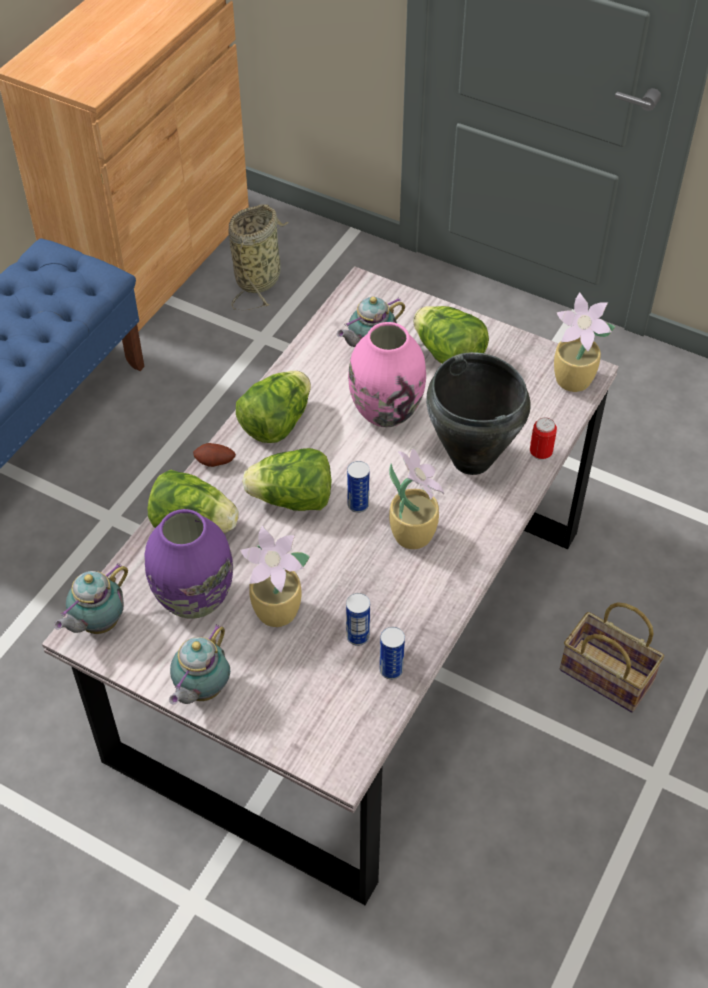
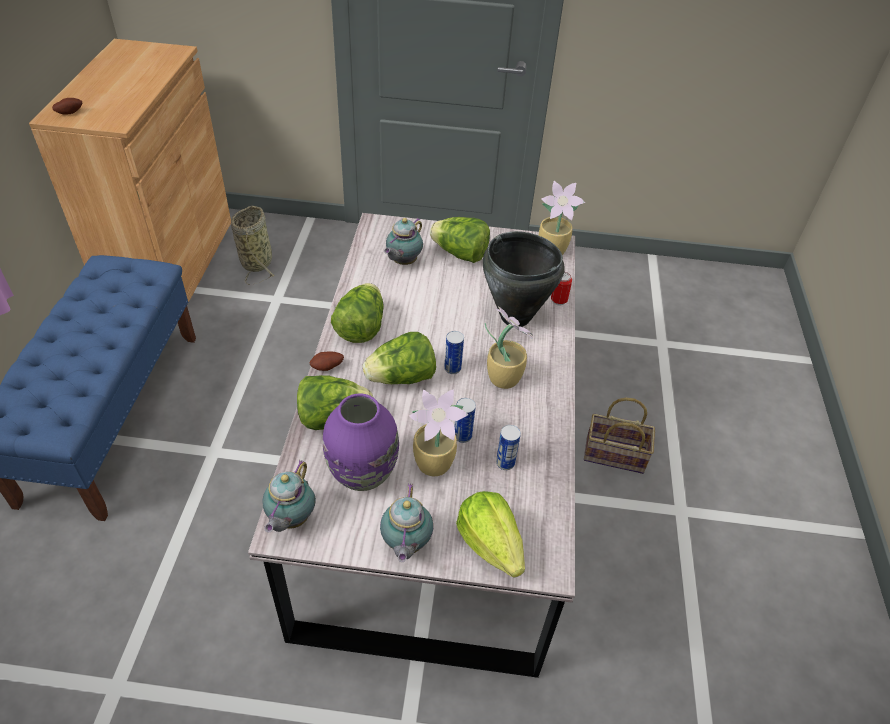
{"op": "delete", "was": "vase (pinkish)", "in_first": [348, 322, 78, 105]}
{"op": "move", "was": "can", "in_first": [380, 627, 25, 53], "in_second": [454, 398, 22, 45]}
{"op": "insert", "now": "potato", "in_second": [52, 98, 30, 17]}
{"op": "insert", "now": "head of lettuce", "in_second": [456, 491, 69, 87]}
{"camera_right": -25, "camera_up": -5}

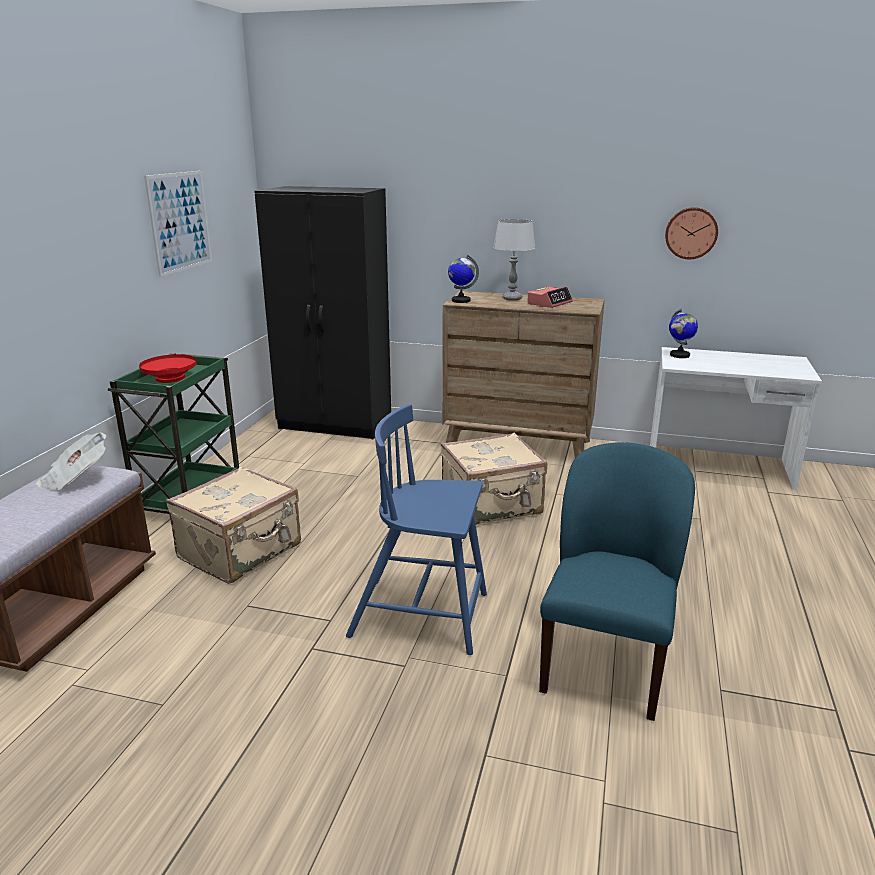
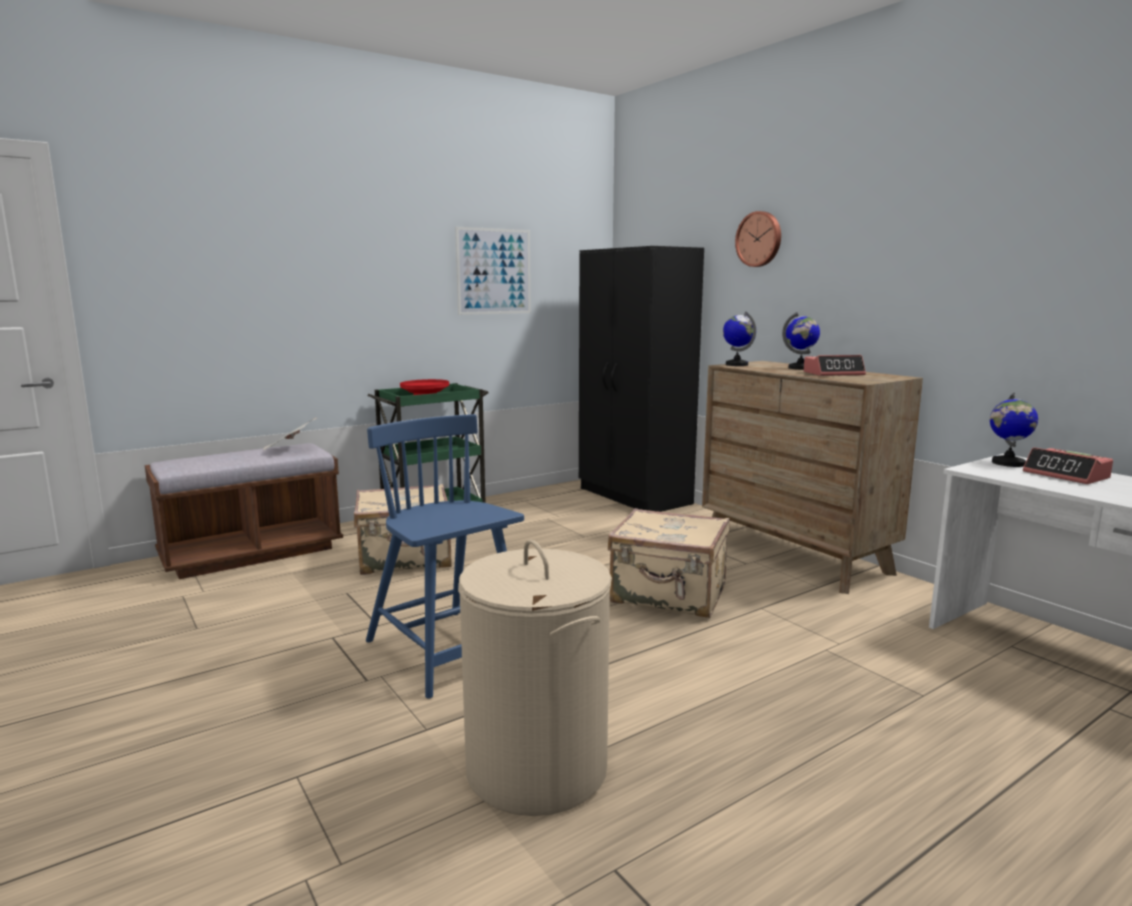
{"op": "replace", "was": "table lamp (gray)", "now": "desk globe", "in_first": [493, 219, 43, 82], "in_second": [782, 312, 38, 58]}
{"op": "replace", "was": "chair (blue)", "now": "laundry basket (sand-coloured)", "in_first": [539, 442, 156, 279], "in_second": [458, 539, 154, 277]}
{"op": "move", "was": "wall clock", "in_first": [665, 207, 53, 52], "in_second": [735, 211, 46, 56]}
{"op": "insert", "now": "bedside clock", "in_second": [1023, 447, 90, 37]}
{"camera_right": 40, "camera_up": -10}

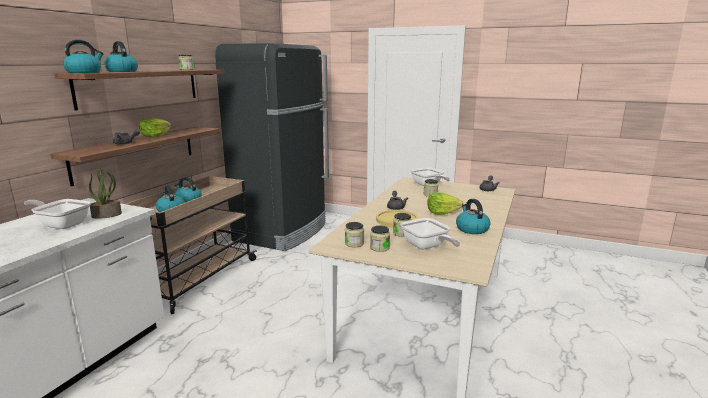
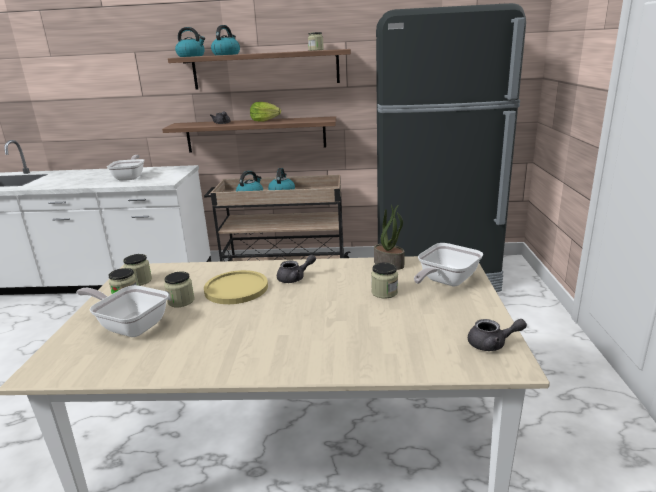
{"op": "move", "was": "houseplant", "in_first": [89, 167, 33, 52], "in_second": [374, 205, 31, 65]}
{"op": "rotate", "was": "frying pan", "in_first": [400, 218, 60, 32], "in_second": [76, 285, 93, 52], "clockwise": 75}
{"op": "delete", "was": "head of lettuce", "in_first": [427, 192, 36, 23]}
{"op": "delete", "was": "tea kettle", "in_first": [456, 199, 35, 35]}
{"camera_right": 70, "camera_up": 5}

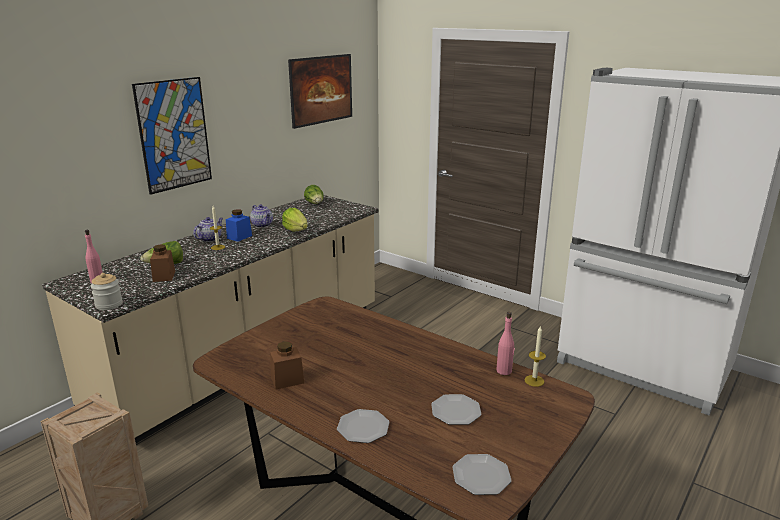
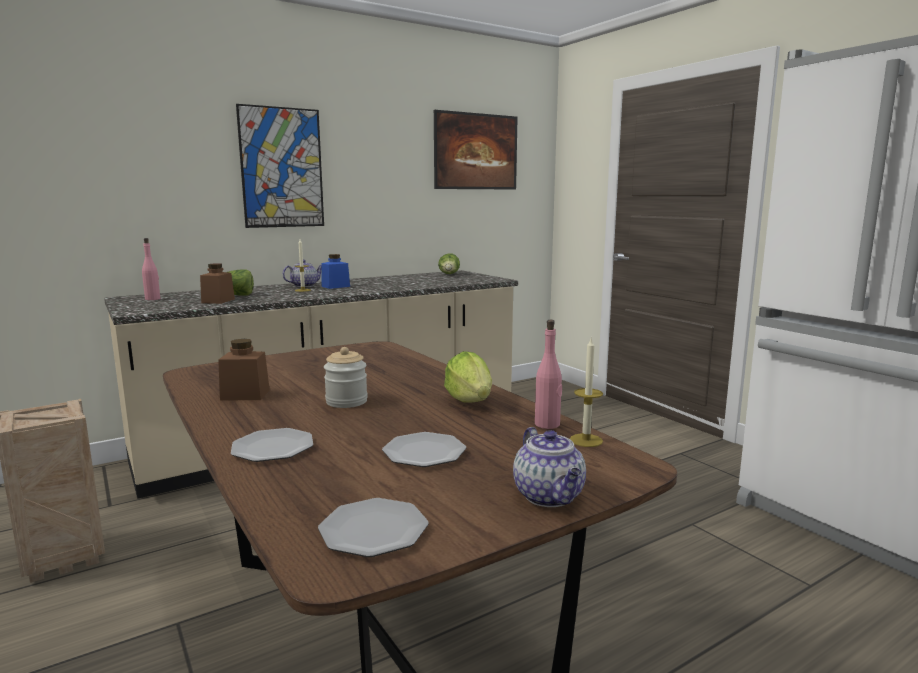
{"op": "move", "was": "storage jar", "in_first": [91, 273, 31, 37], "in_second": [324, 347, 44, 61]}
{"op": "move", "was": "pot for tea", "in_first": [250, 204, 23, 24], "in_second": [513, 427, 73, 80]}
{"op": "move", "was": "head of lettuce", "in_first": [282, 208, 26, 23], "in_second": [444, 351, 48, 52]}
{"camera_right": 20, "camera_up": -10}

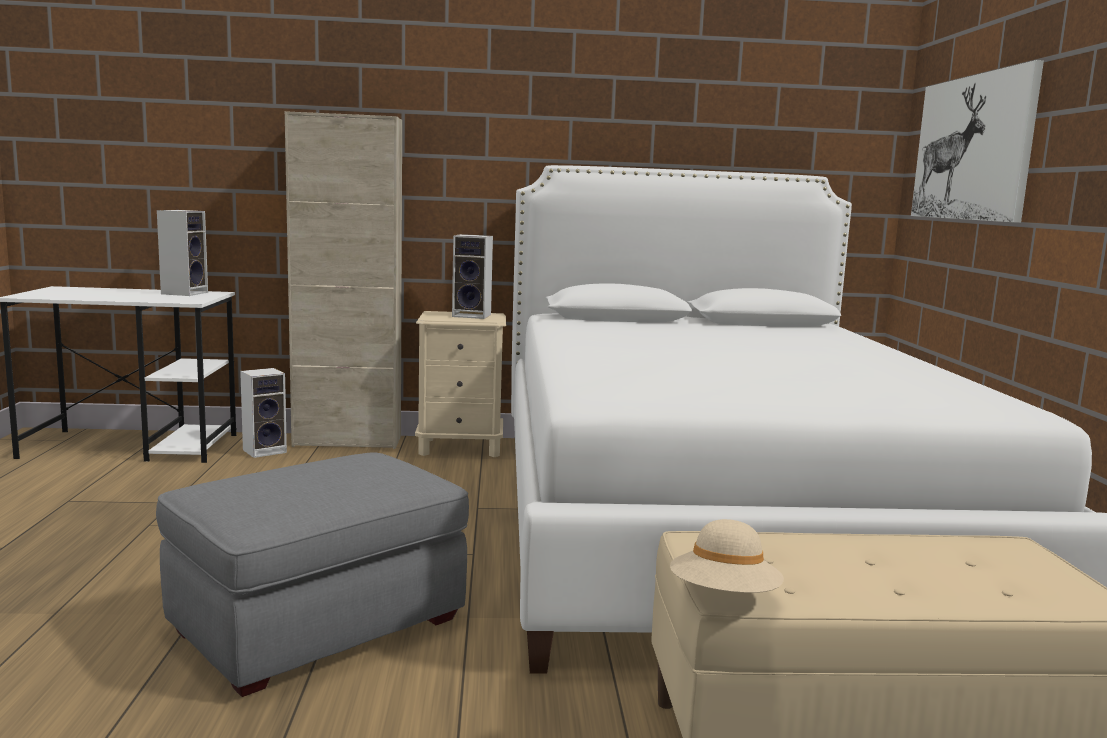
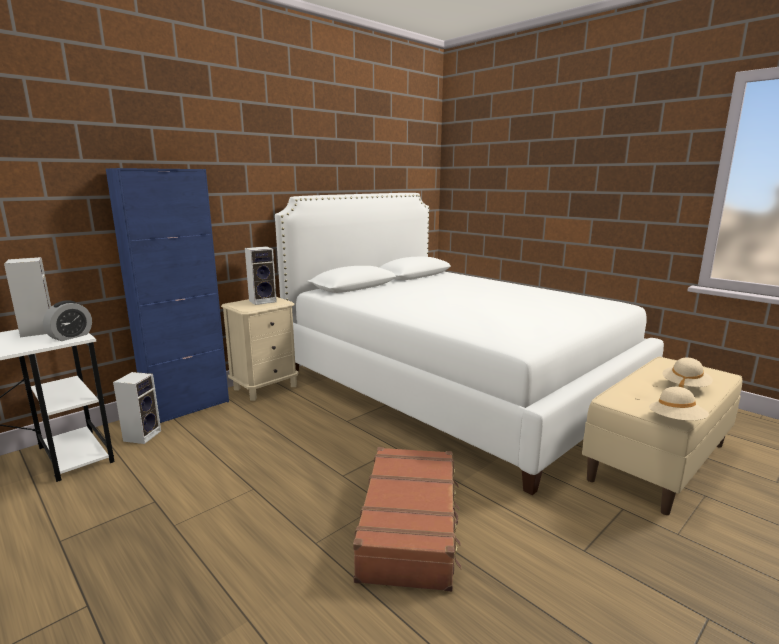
{"op": "replace", "was": "ottoman (gray)", "now": "piece of luggage (brown-coloured)", "in_first": [156, 452, 313, 245], "in_second": [353, 447, 108, 145]}
{"op": "recolor", "was": "cabinet (sand-coloured)", "now": "cabinet (blue)", "in_first": [285, 111, 117, 338], "in_second": [106, 168, 123, 255]}
{"op": "delete", "was": "wall art", "in_first": [911, 60, 133, 163]}
{"op": "insert", "now": "bedside clock", "in_second": [43, 300, 49, 41]}
{"op": "insert", "now": "hat (sand-coloured)", "in_second": [663, 357, 50, 30]}
{"camera_right": -40, "camera_up": 5}

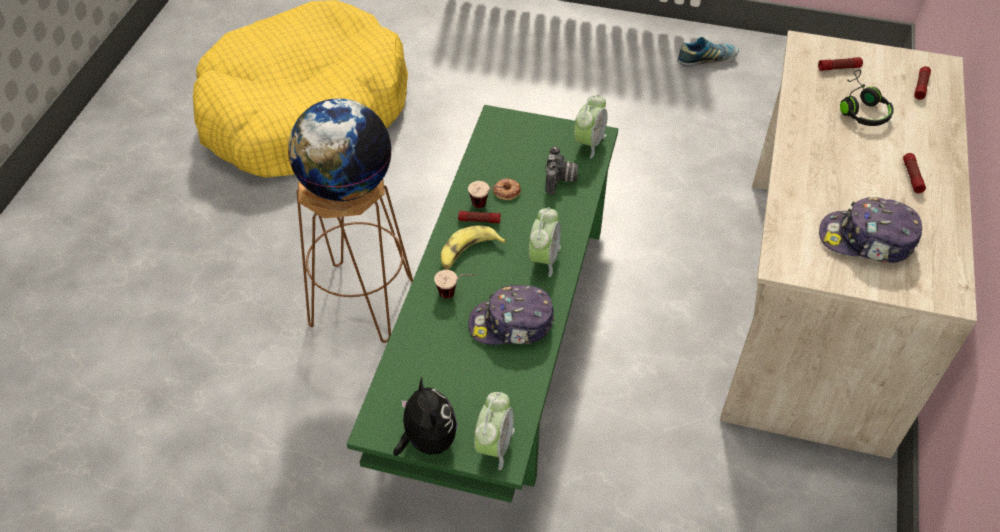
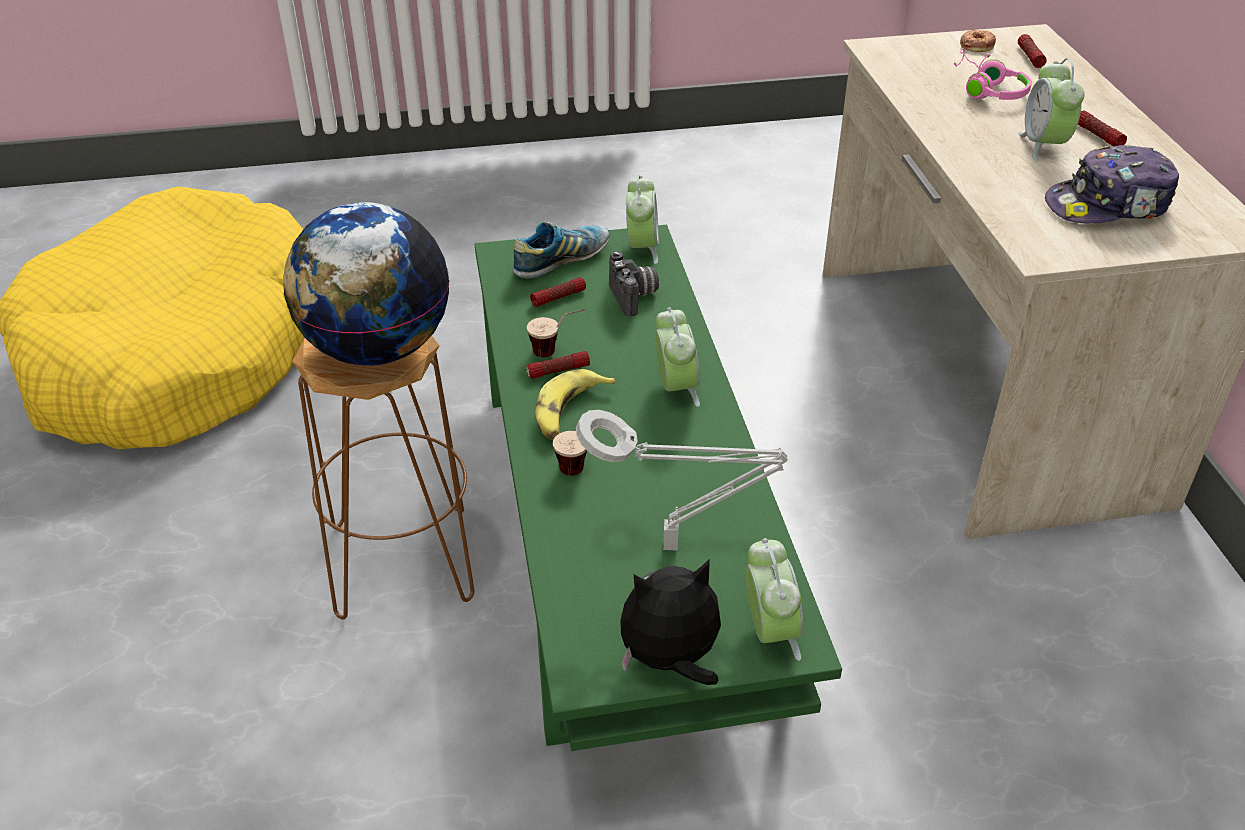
{"op": "rotate", "was": "cuddly toy", "in_first": [393, 378, 64, 78], "in_second": [620, 559, 101, 126], "clockwise": -60}
{"op": "delete", "was": "peaked cap", "in_first": [469, 285, 86, 60]}
{"op": "move", "was": "ring doughnut", "in_first": [493, 178, 28, 22], "in_second": [960, 29, 36, 23]}
{"op": "move", "was": "item of footwear", "in_first": [677, 37, 62, 29], "in_second": [512, 221, 97, 58]}
{"op": "move", "was": "hand torch", "in_first": [818, 57, 45, 14], "in_second": [530, 277, 56, 30]}
{"op": "recolor", "was": "headphones (black)", "now": "headphones (pinkish)", "in_first": [840, 70, 54, 56], "in_second": [954, 48, 78, 52]}
{"op": "insert", "now": "table lamp (gray)", "in_second": [576, 410, 211, 141]}
{"op": "insert", "now": "bedside clock", "in_second": [1019, 58, 65, 104]}
{"camera_right": -25, "camera_up": -10}

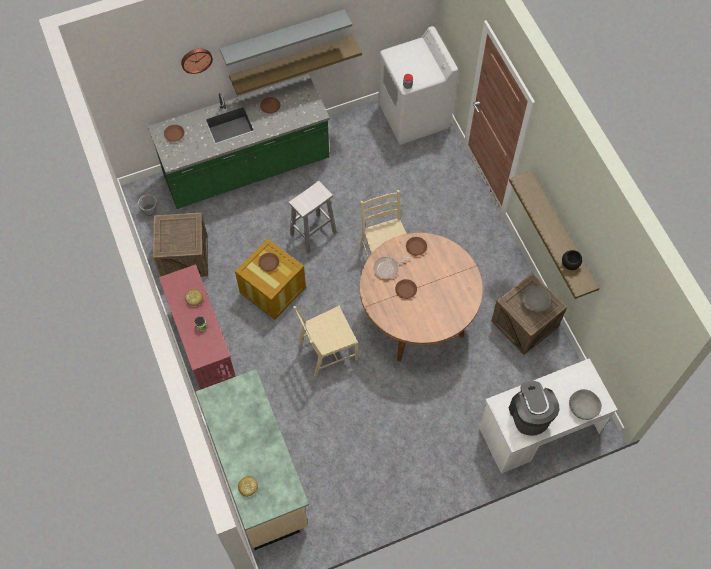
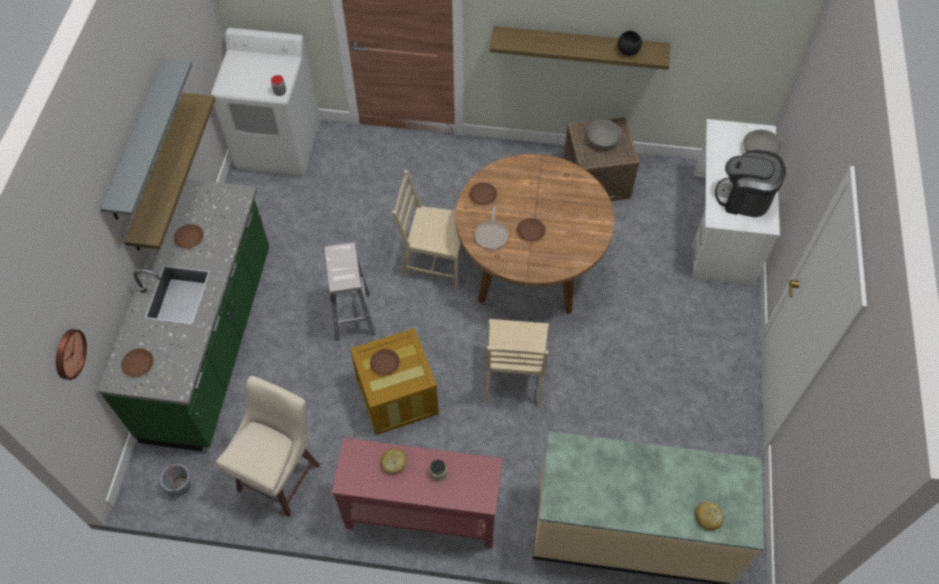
{"op": "replace", "was": "crate", "now": "stool (sand-coloured)", "in_first": [153, 213, 55, 64], "in_second": [216, 376, 104, 141]}
{"op": "move", "was": "wall clock", "in_first": [181, 49, 32, 25], "in_second": [56, 329, 31, 51]}
{"camera_right": -60, "camera_up": -5}

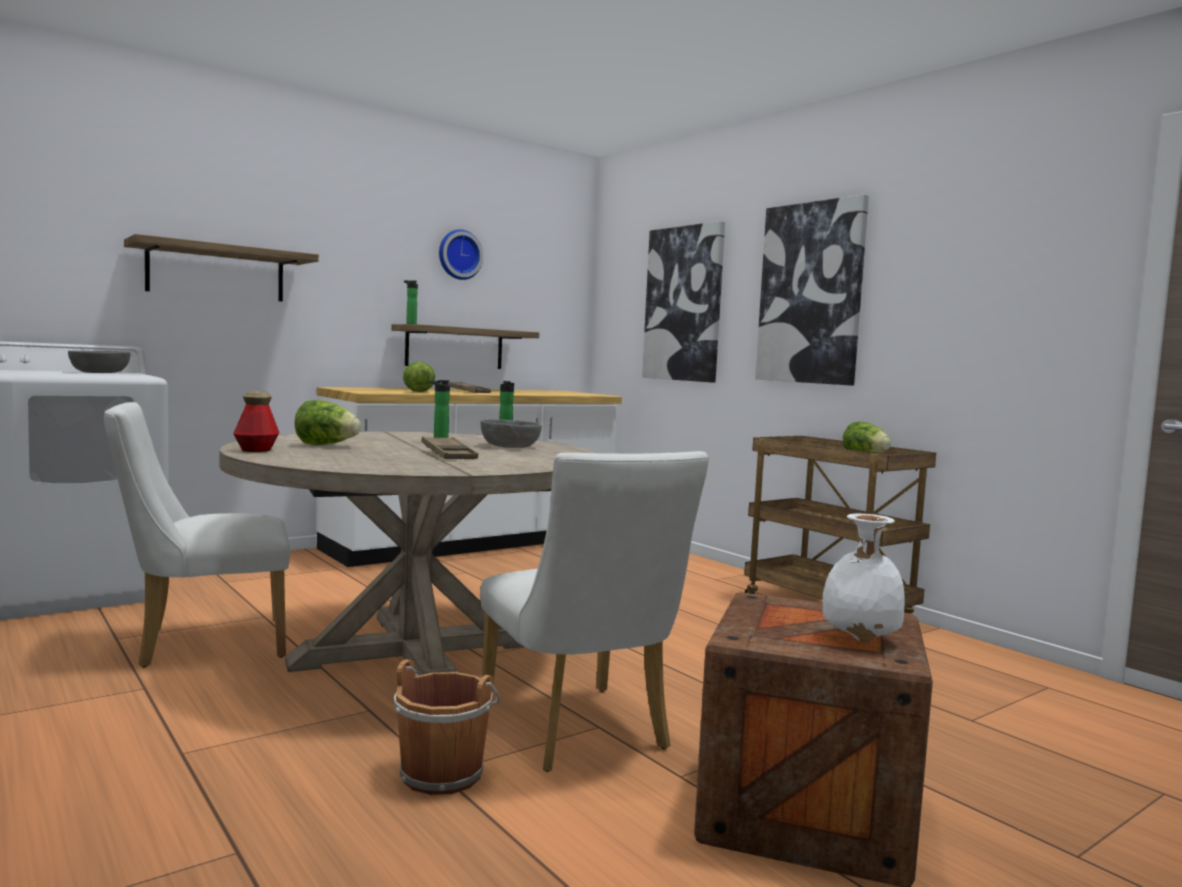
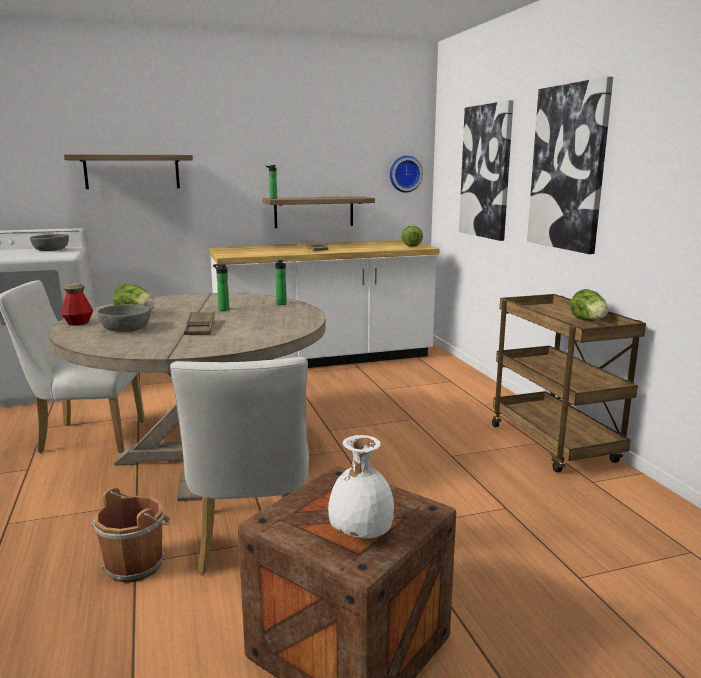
{"op": "move", "was": "head of lettuce", "in_first": [403, 362, 32, 30], "in_second": [401, 226, 22, 21]}
{"op": "move", "was": "wall clock", "in_first": [439, 229, 44, 51], "in_second": [390, 156, 33, 37]}
{"op": "move", "was": "bowl (gray)", "in_first": [480, 419, 62, 29], "in_second": [97, 304, 54, 28]}
{"camera_right": 20, "camera_up": 10}

